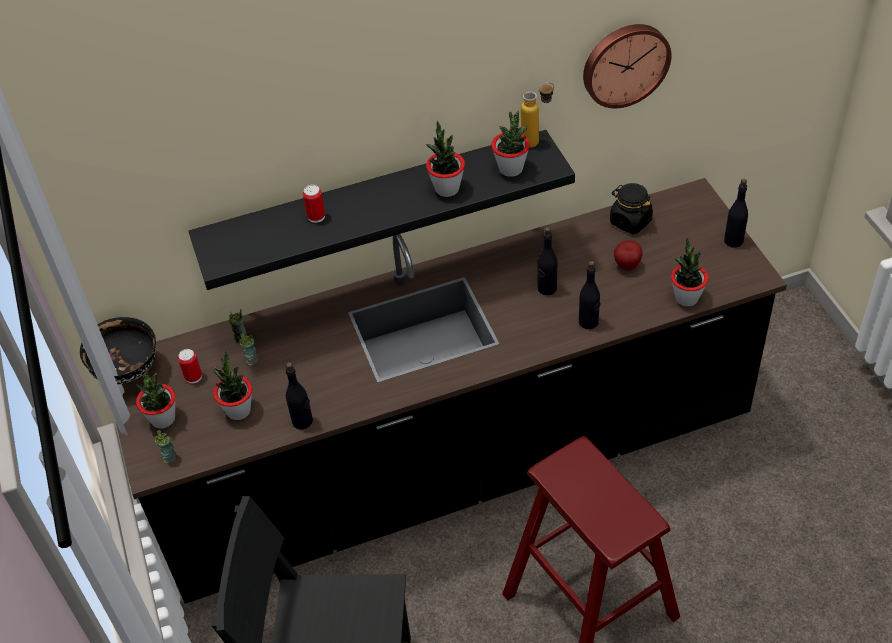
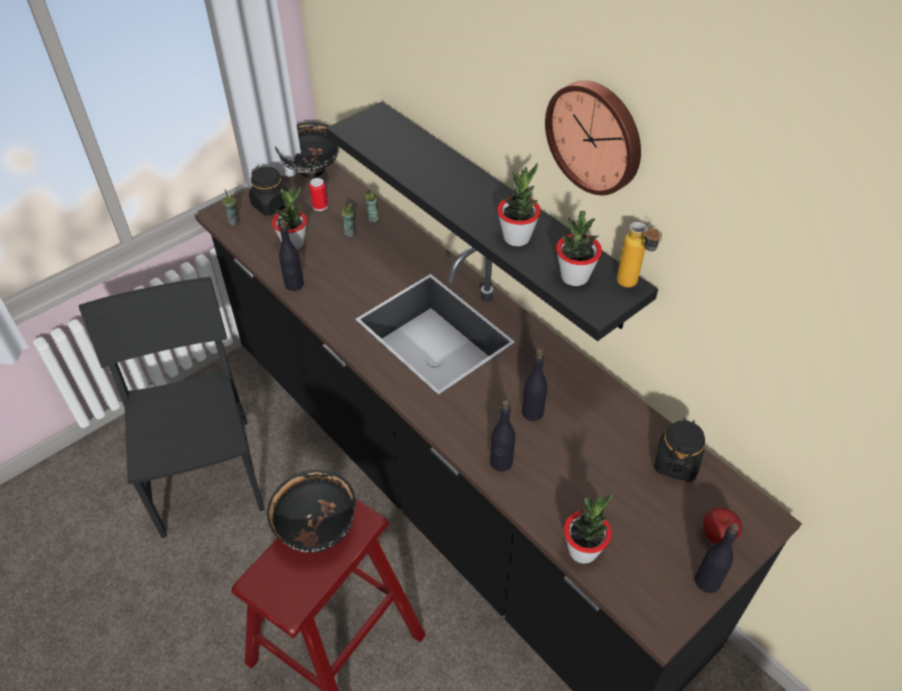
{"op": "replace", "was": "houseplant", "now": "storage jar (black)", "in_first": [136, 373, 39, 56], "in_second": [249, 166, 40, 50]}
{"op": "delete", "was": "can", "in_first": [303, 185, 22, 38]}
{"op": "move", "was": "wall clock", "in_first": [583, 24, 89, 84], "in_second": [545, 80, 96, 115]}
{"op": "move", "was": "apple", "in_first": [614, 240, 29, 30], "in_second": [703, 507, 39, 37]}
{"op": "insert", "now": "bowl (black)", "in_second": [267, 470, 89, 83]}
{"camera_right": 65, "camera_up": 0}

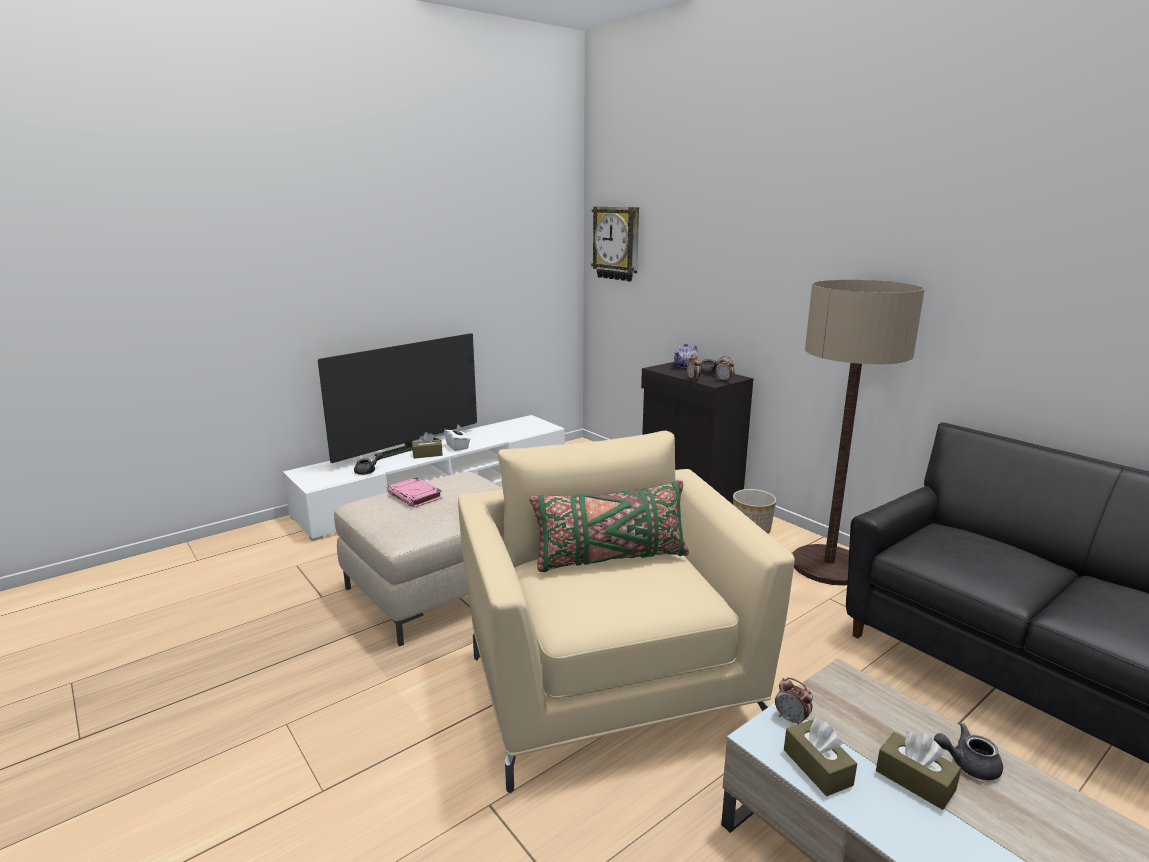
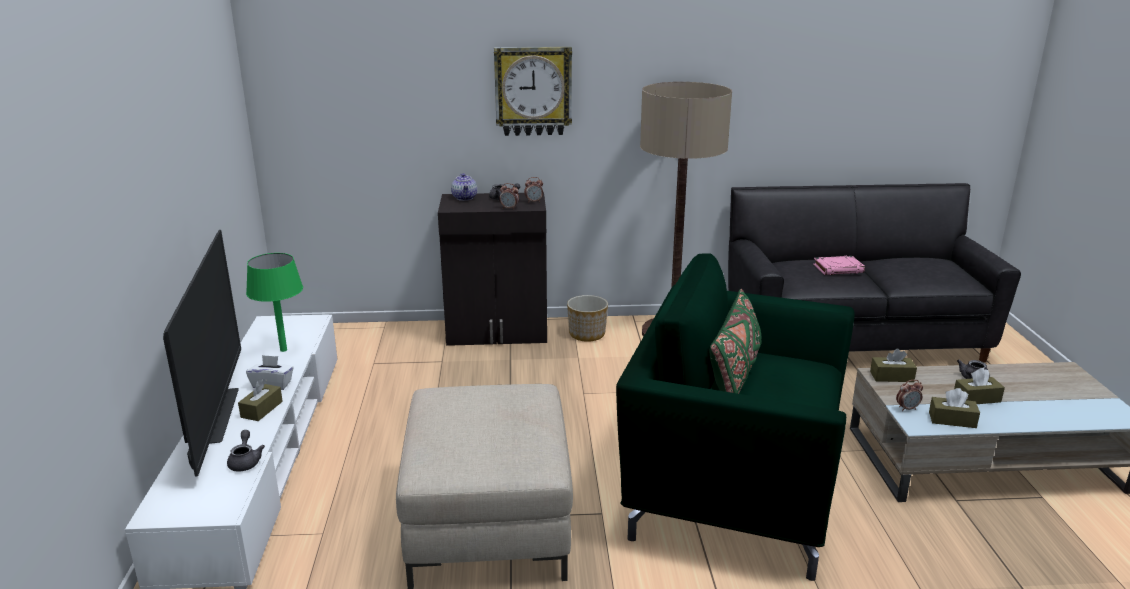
{"op": "move", "was": "book (pinkish)", "in_first": [387, 477, 55, 31], "in_second": [813, 256, 52, 19]}
{"op": "recolor", "was": "armchair (sand-coloured)", "now": "armchair (green)", "in_first": [458, 431, 337, 362], "in_second": [616, 253, 238, 328]}
{"op": "move", "was": "wall clock", "in_first": [591, 207, 48, 74], "in_second": [494, 47, 78, 89]}
{"op": "insert", "now": "table lamp (green)", "in_second": [246, 253, 57, 99]}
{"op": "insert", "now": "tissue box (brown-coloured)", "in_second": [870, 348, 47, 34]}
{"camera_right": -55, "camera_up": 5}

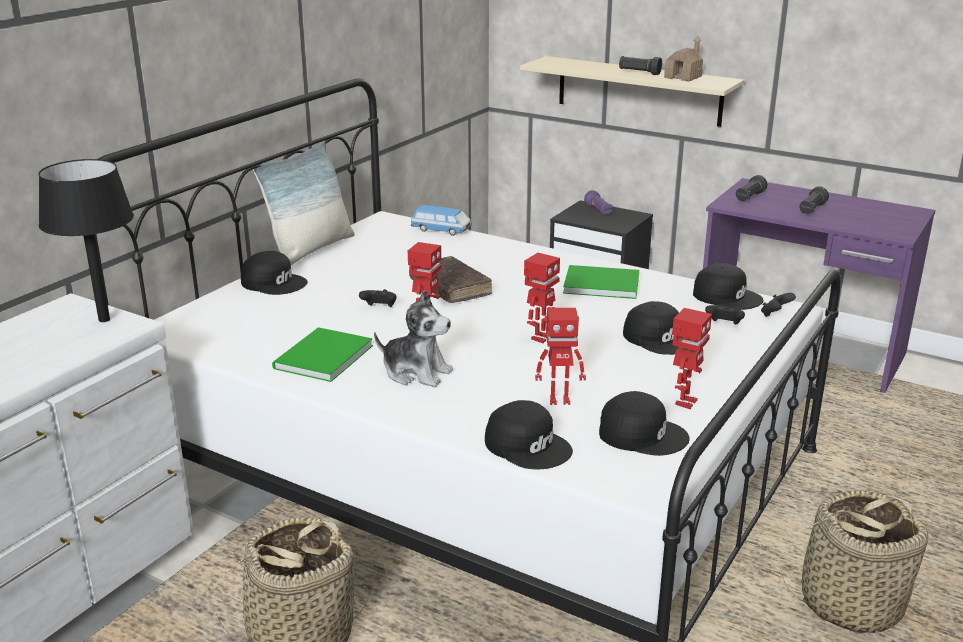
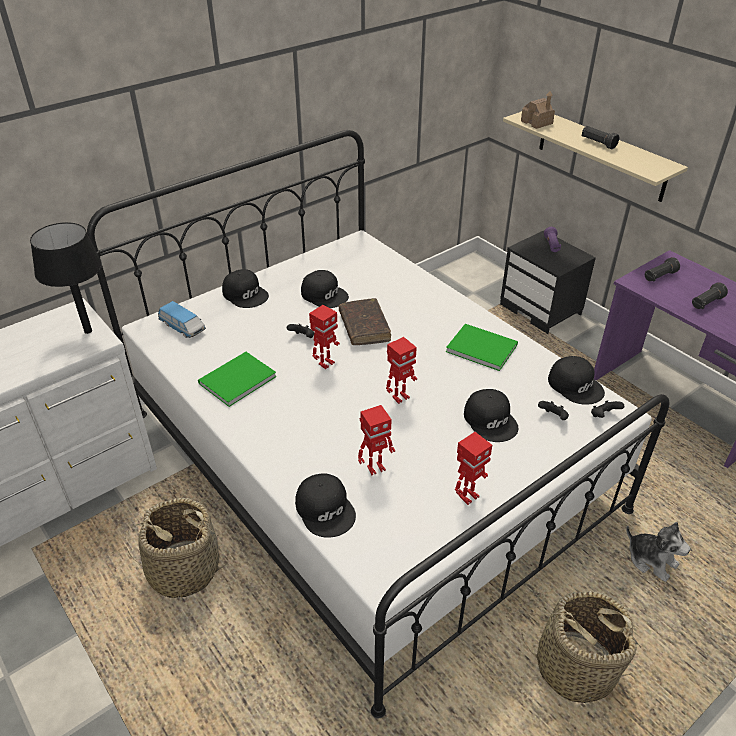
{"op": "delete", "was": "throw pillow", "in_first": [253, 142, 102, 123]}
{"op": "move", "was": "cuddly toy", "in_first": [374, 290, 79, 97], "in_second": [626, 522, 65, 60]}
{"op": "move", "was": "miniature car", "in_first": [411, 205, 61, 31], "in_second": [158, 301, 48, 37]}
{"op": "rotate", "was": "model robot", "in_first": [535, 308, 51, 97], "in_second": [358, 405, 37, 70], "clockwise": -45}
{"op": "move", "was": "peaked cap (black)", "in_first": [599, 391, 91, 65], "in_second": [301, 270, 48, 38]}
{"op": "move", "was": "toy house", "in_first": [664, 36, 39, 45], "in_second": [521, 91, 34, 38]}
{"camera_right": 20, "camera_up": 15}

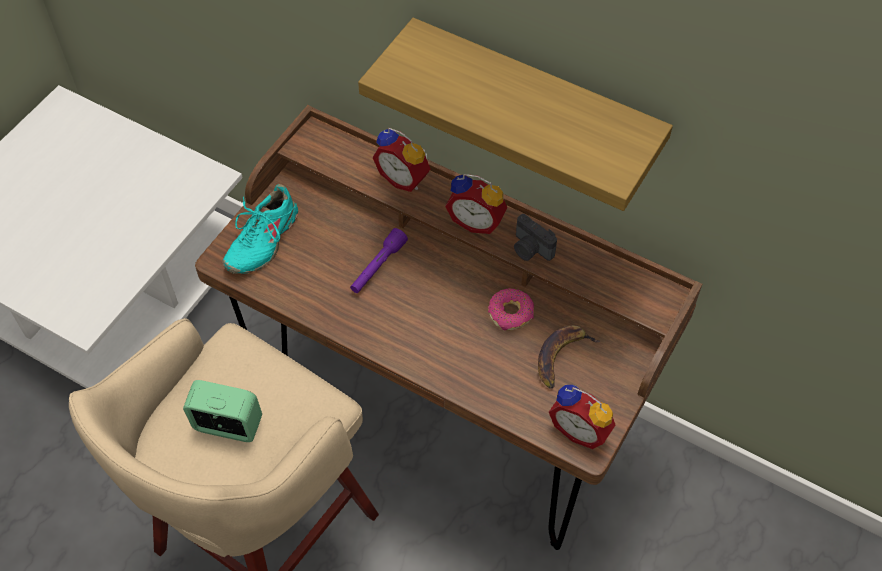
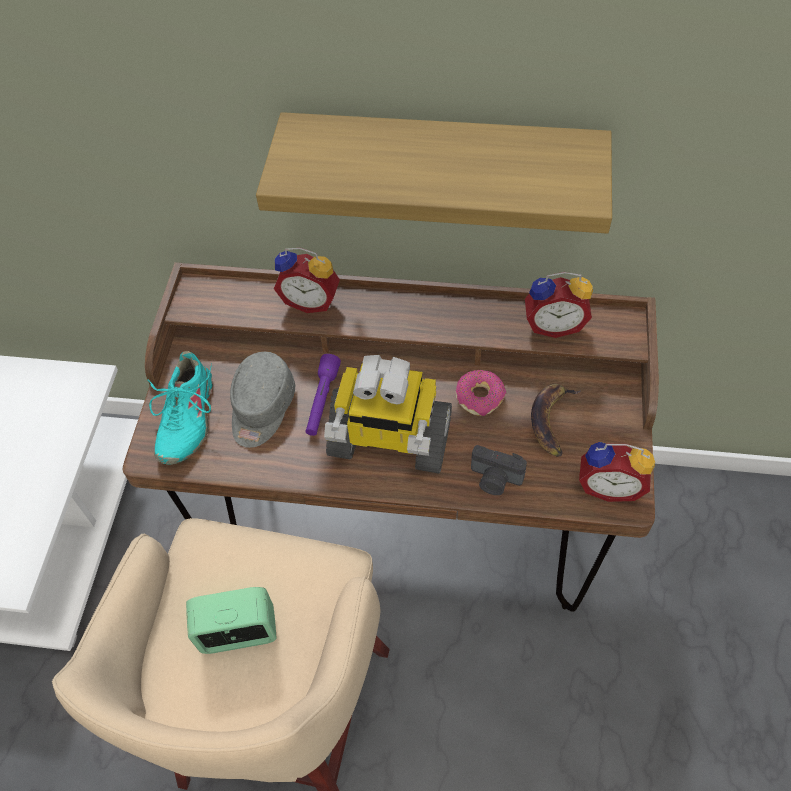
{"op": "move", "was": "bedside clock", "in_first": [445, 174, 62, 60], "in_second": [525, 272, 68, 66]}
{"op": "move", "was": "photo camera", "in_first": [514, 214, 43, 47], "in_second": [471, 445, 56, 50]}
{"op": "insert", "now": "peaked cap (gray)", "in_second": [230, 351, 65, 97]}
{"op": "insert", "now": "model robot", "in_second": [324, 355, 128, 119]}
{"camera_right": -20, "camera_up": 0}

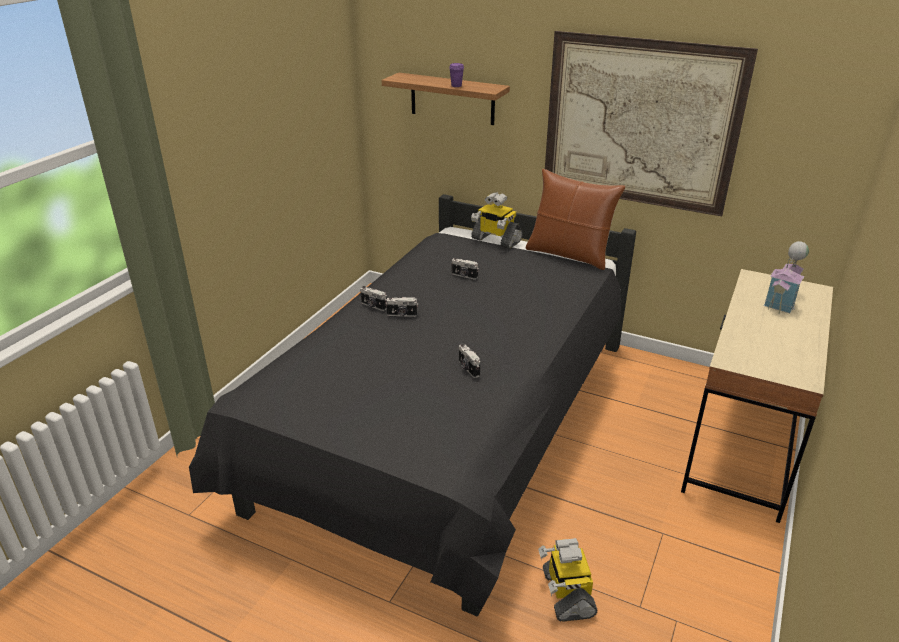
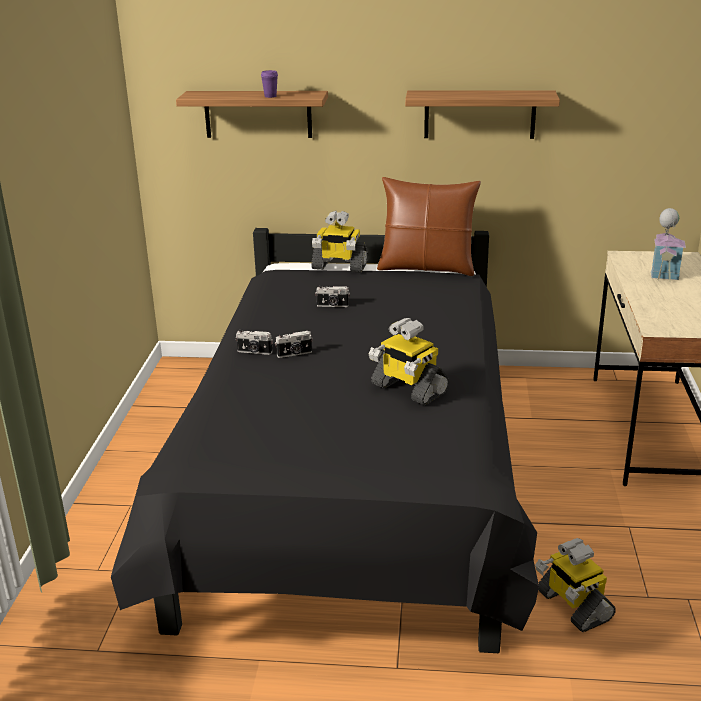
{"op": "replace", "was": "photo camera", "now": "model robot", "in_first": [459, 343, 21, 35], "in_second": [368, 318, 81, 87]}
{"op": "replace", "was": "wall art", "now": "wall shelf", "in_first": [545, 31, 213, 185], "in_second": [405, 90, 155, 49]}
{"camera_right": -20, "camera_up": -5}

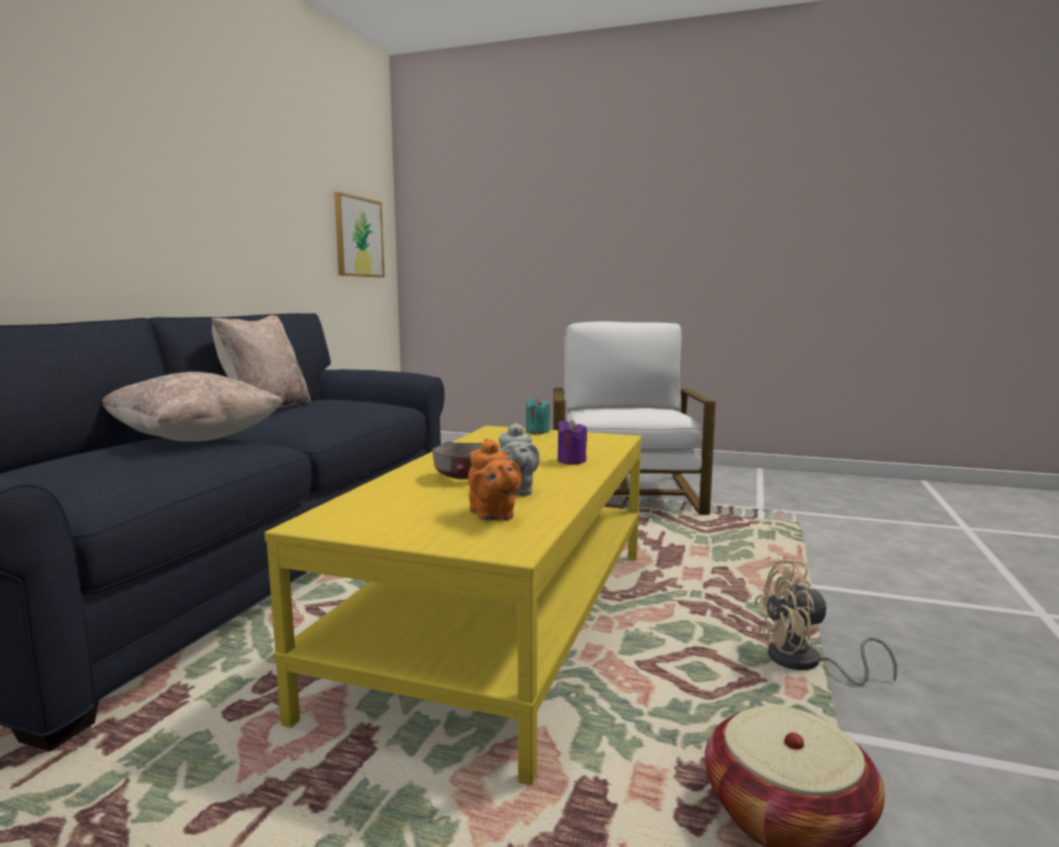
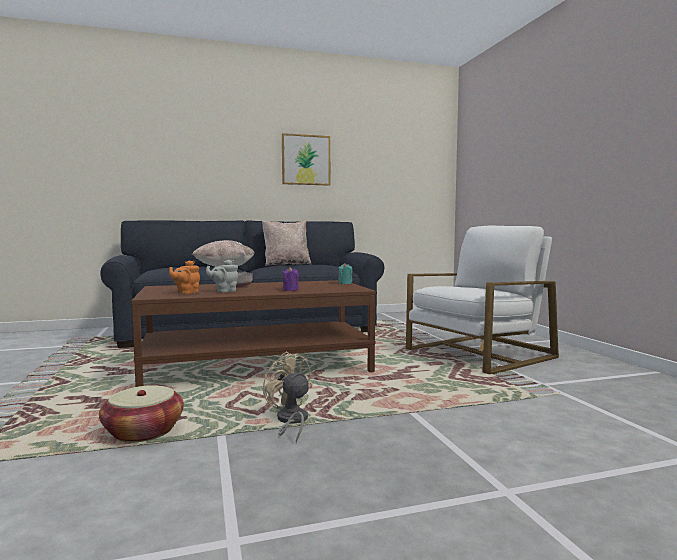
{"op": "recolor", "was": "lounge table (yellow)", "now": "lounge table (brown-coloured)", "in_first": [264, 426, 378, 360], "in_second": [131, 280, 245, 107]}
{"op": "move", "was": "wall art", "in_first": [334, 192, 51, 85], "in_second": [282, 133, 48, 53]}
{"camera_right": 55, "camera_up": -5}

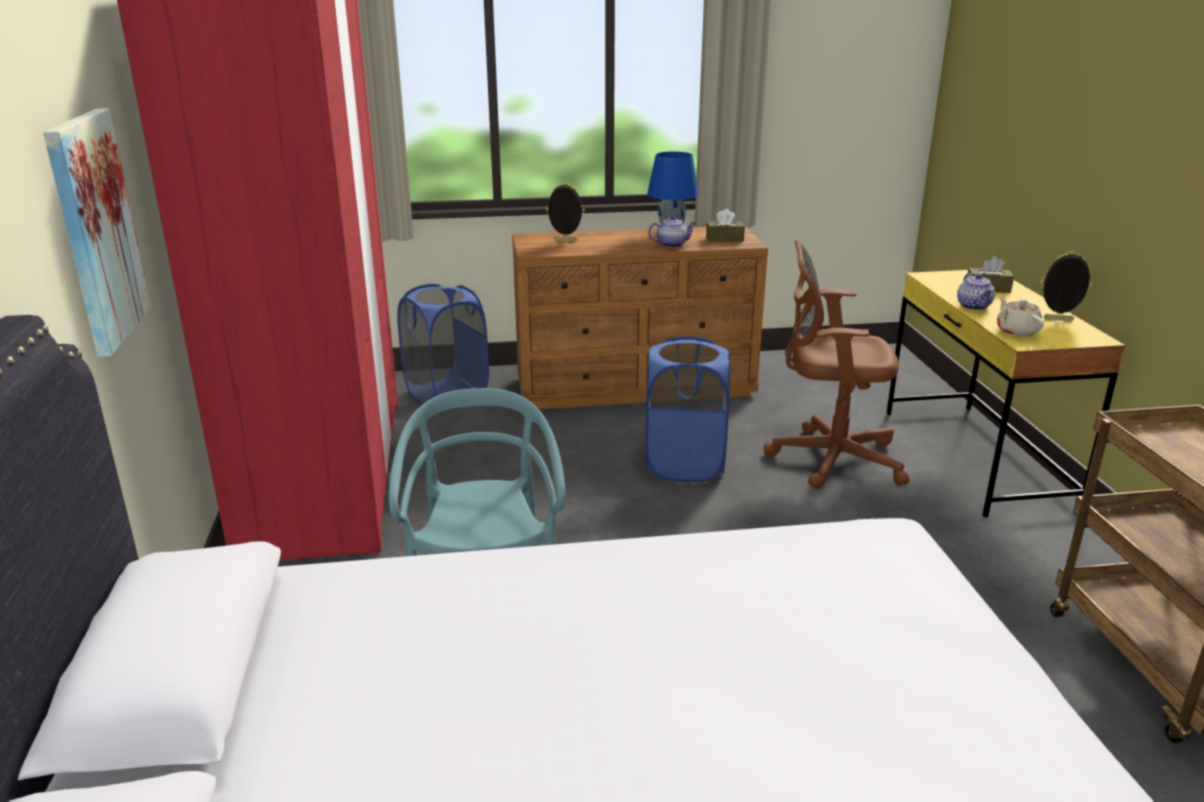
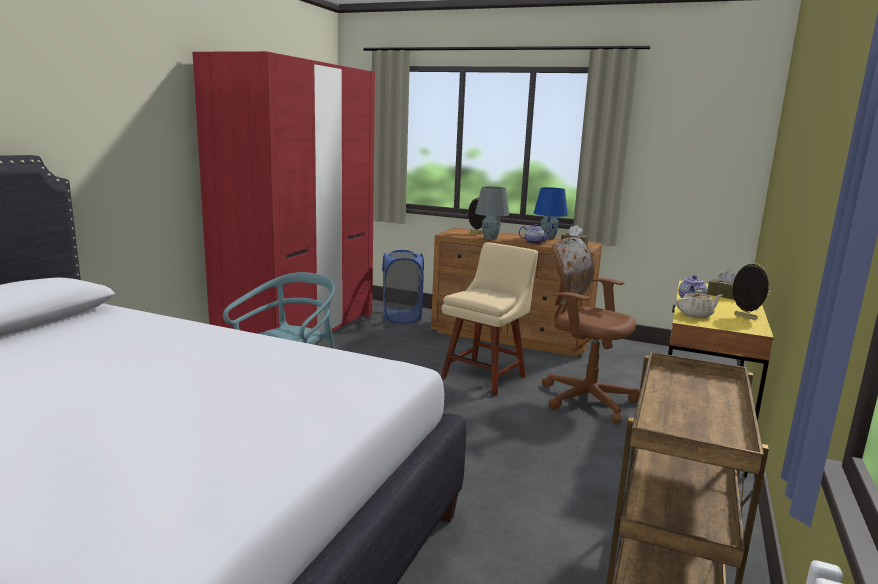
{"op": "delete", "was": "wall art", "in_first": [43, 108, 109, 249]}
{"op": "replace", "was": "laundry basket (blue)", "now": "chair (sand-coloured)", "in_first": [645, 337, 85, 145], "in_second": [441, 242, 97, 154]}
{"op": "rotate", "was": "pot for tea (sand-coloured)", "in_first": [997, 295, 47, 41], "in_second": [676, 290, 46, 28], "clockwise": 60}
{"op": "insert", "now": "table lamp (gray)", "in_second": [475, 186, 34, 54]}
{"camera_right": 30, "camera_up": -10}

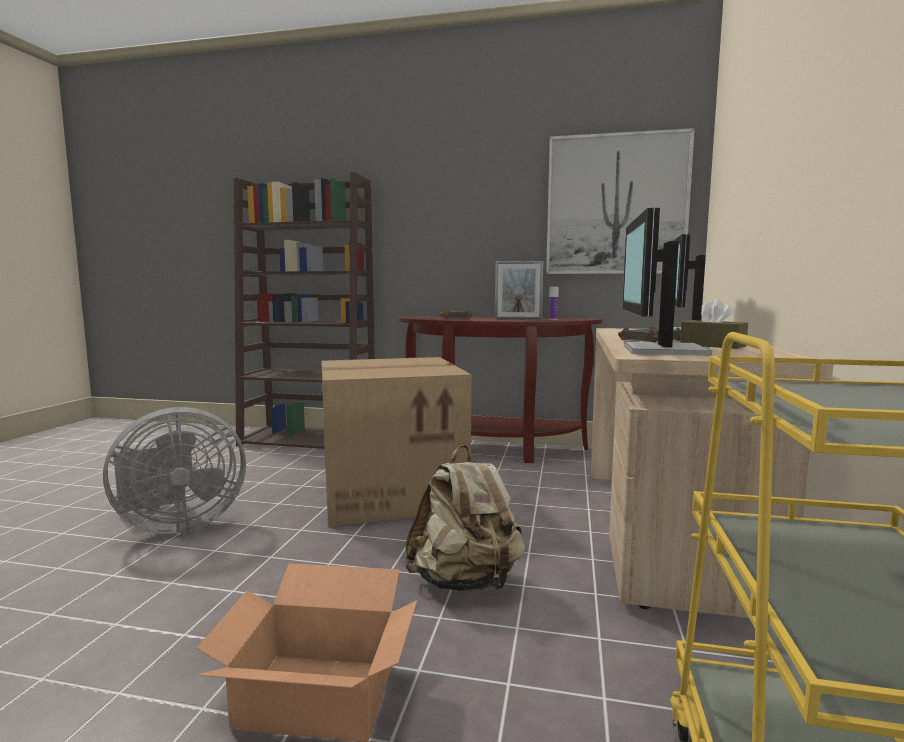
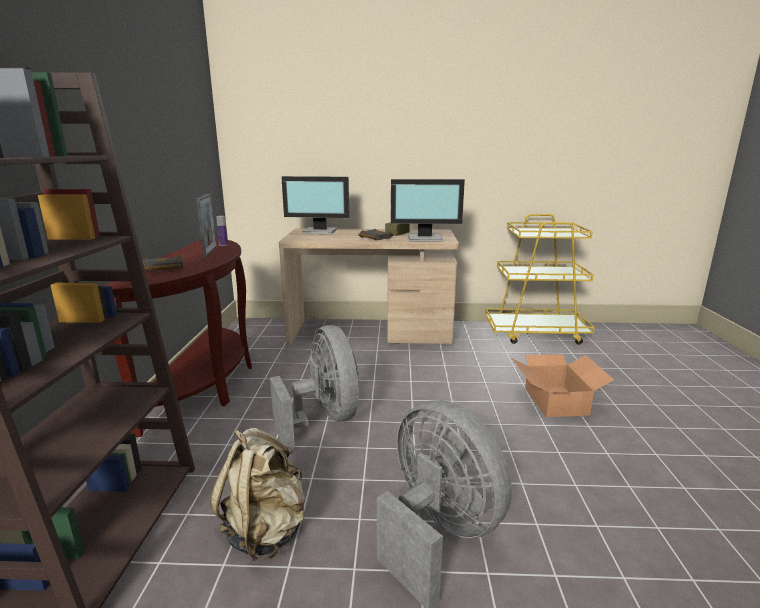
{"op": "replace", "was": "packing box", "now": "fan (gray)", "in_first": [321, 357, 150, 169], "in_second": [270, 325, 89, 125]}
{"op": "move", "was": "rucksack (sand-coloured)", "in_first": [405, 445, 120, 146], "in_second": [210, 428, 95, 133]}
{"op": "delete", "was": "wall art", "in_first": [546, 128, 149, 146]}
{"camera_right": -100, "camera_up": 10}

